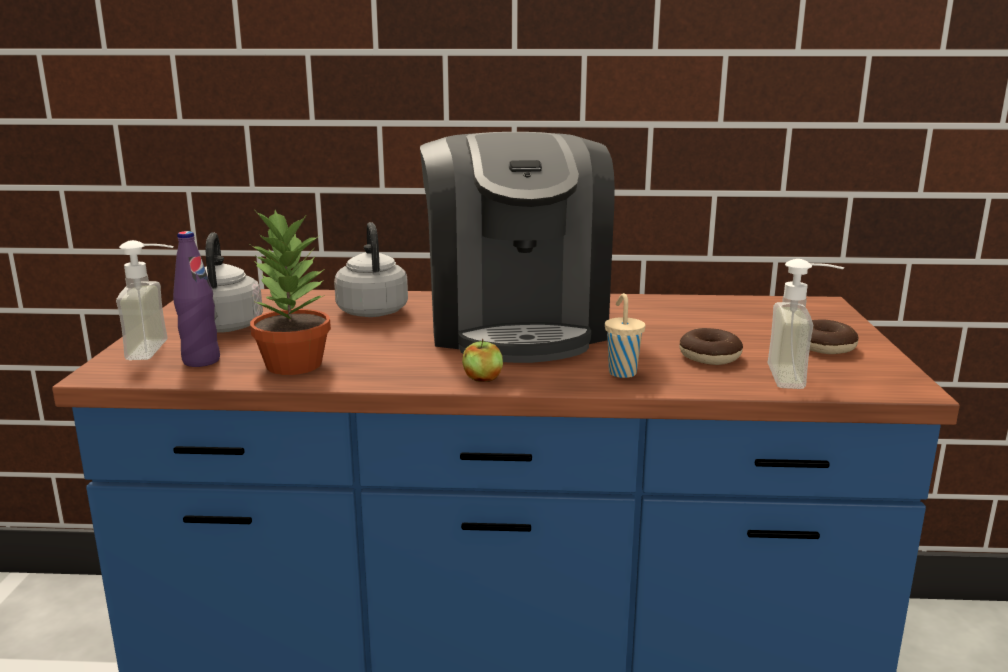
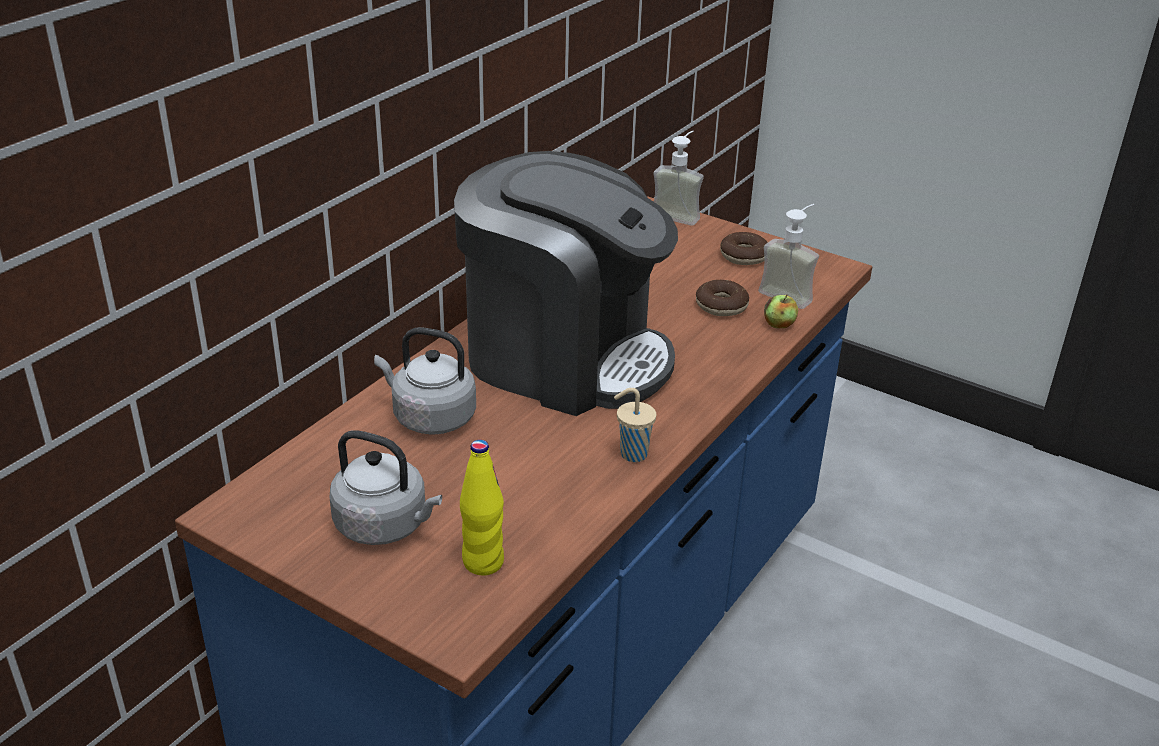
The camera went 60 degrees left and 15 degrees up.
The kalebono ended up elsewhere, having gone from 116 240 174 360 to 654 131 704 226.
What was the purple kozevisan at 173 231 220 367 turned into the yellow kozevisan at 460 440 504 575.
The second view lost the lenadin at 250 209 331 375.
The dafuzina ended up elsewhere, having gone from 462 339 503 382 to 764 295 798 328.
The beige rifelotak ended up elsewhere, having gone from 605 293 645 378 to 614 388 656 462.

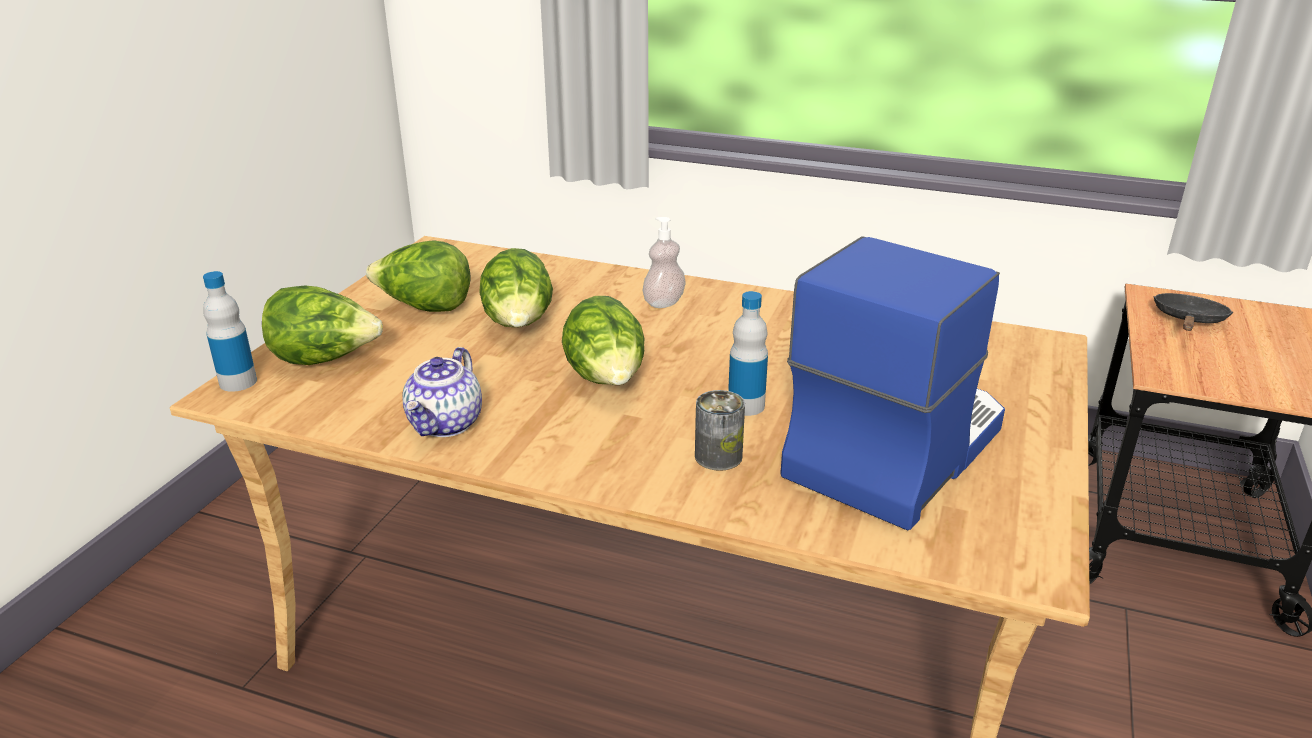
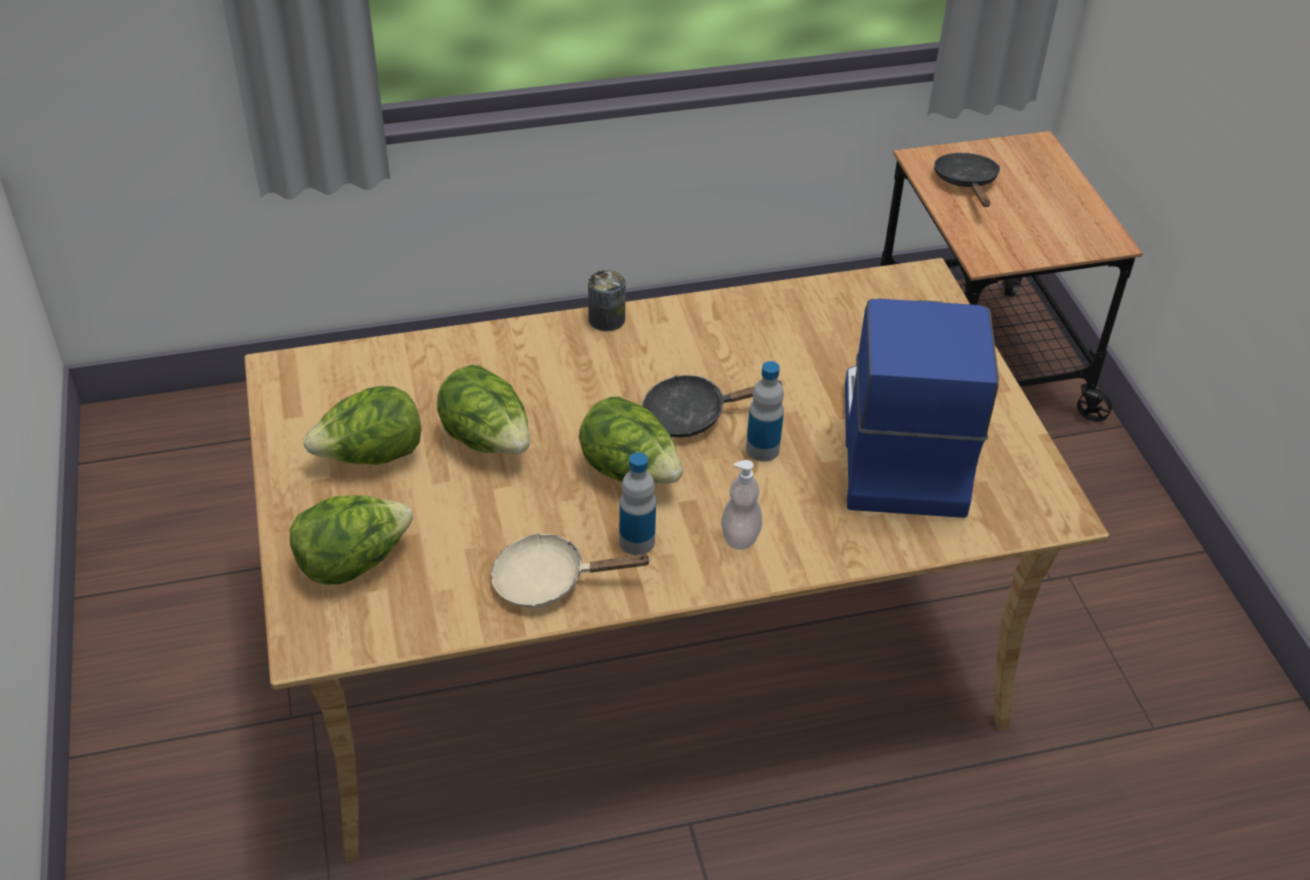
The camera went 35 degrees left and 15 degrees up.
The kozevisan ended up elsewhere, having gone from 203 271 257 392 to 619 452 656 555.
Where the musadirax stood at 402 347 482 437, the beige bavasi came to stand at 491 533 652 608.
The kalebono ended up elsewhere, having gone from 642 217 686 308 to 721 460 762 550.
The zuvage ended up elsewhere, having gone from 695 390 745 471 to 588 269 626 331.
The second view gained the black bavasi at 642 375 785 437.

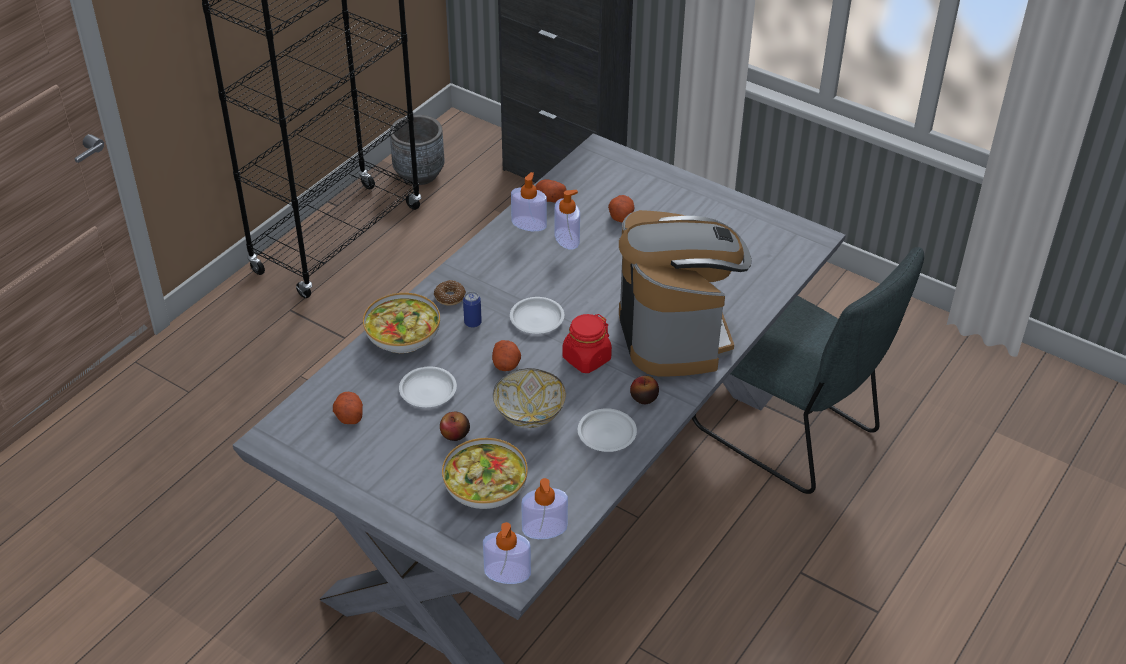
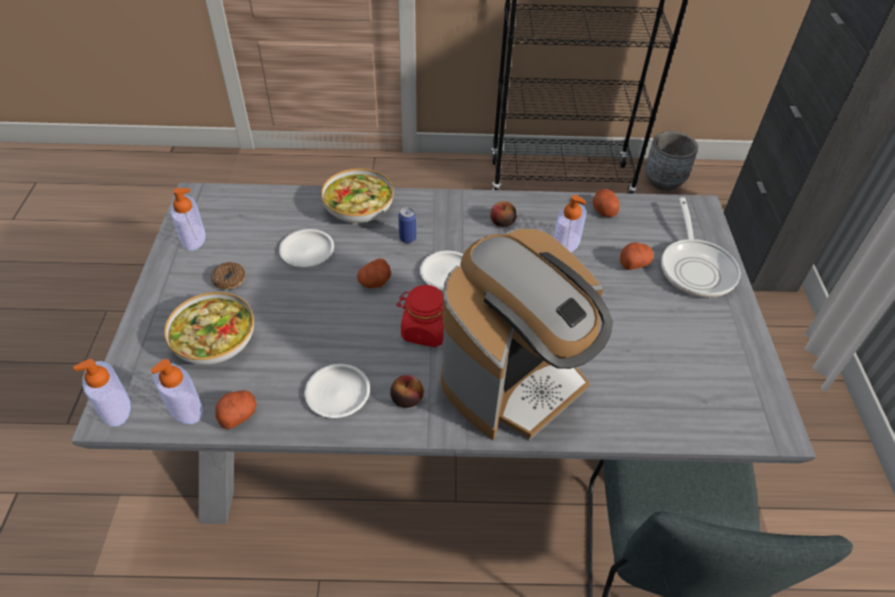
The camera went 55 degrees right and 5 degrees up.
The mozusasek ended up elsewhere, having gone from 333 392 363 424 to 215 390 257 429.
The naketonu ended up elsewhere, having gone from 434 280 466 306 to 211 262 245 290.
The dafuzina ended up elsewhere, having gone from 440 412 470 441 to 490 201 516 227.
The second view lost the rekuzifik at 493 368 566 428.
The kalebono ended up elsewhere, having gone from 511 172 547 231 to 171 188 206 251.
The second view gained the bavasi at 661 197 741 298.

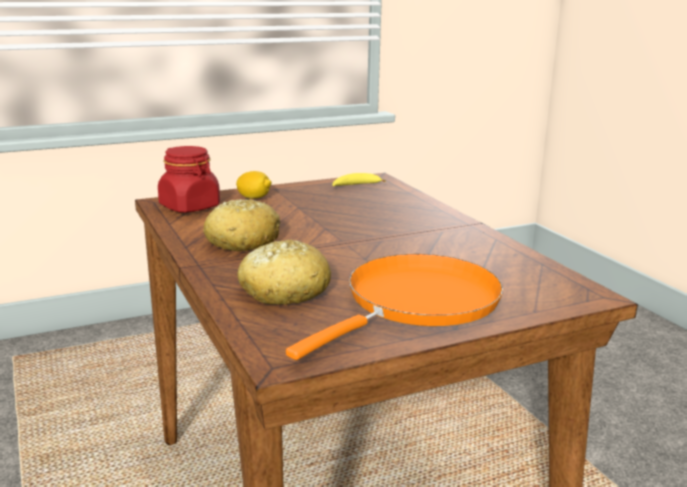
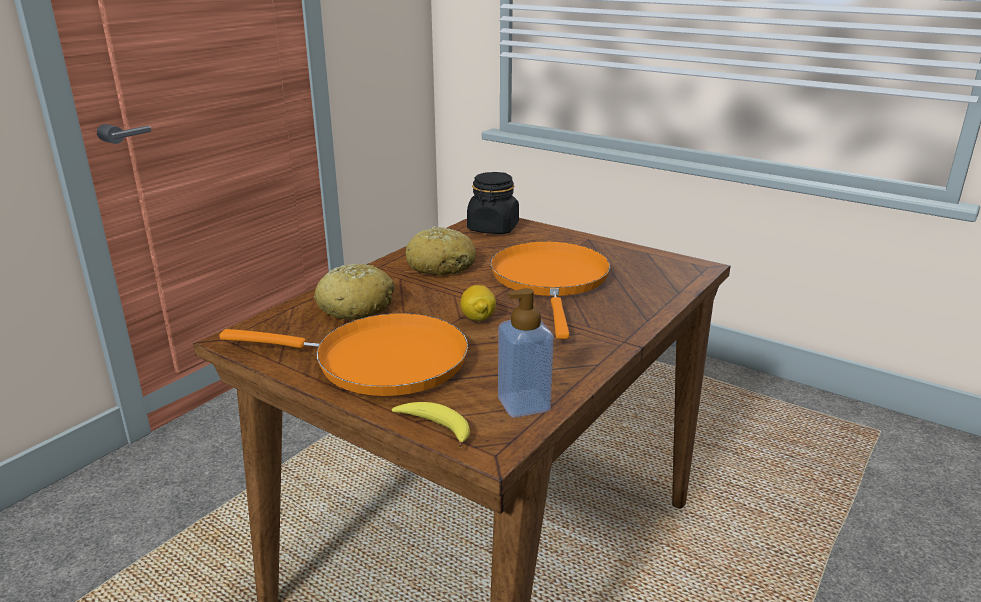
The camera went 60 degrees right and 5 degrees up.
What was the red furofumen at 158 146 220 212 turned into the black furofumen at 467 172 519 234.
The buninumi ended up elsewhere, having gone from 236 171 272 199 to 460 285 496 321.
The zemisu ended up elsewhere, having gone from 332 173 385 186 to 392 402 470 448.
The second view gained the orange bavasi at 490 241 610 339.
The second view gained the kalebono at 498 288 554 418.

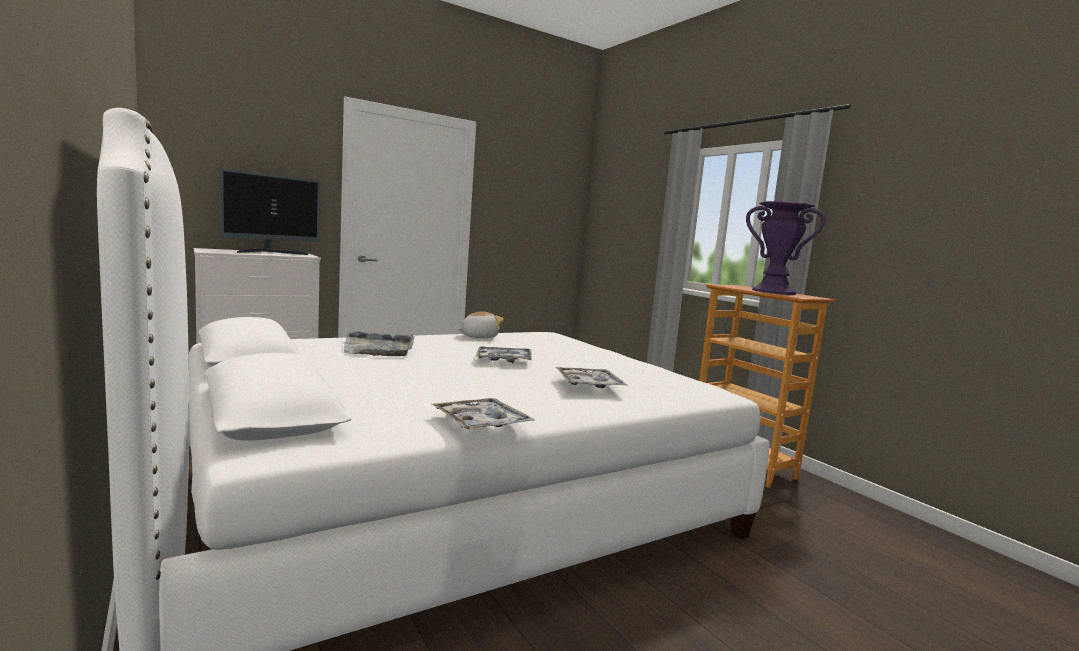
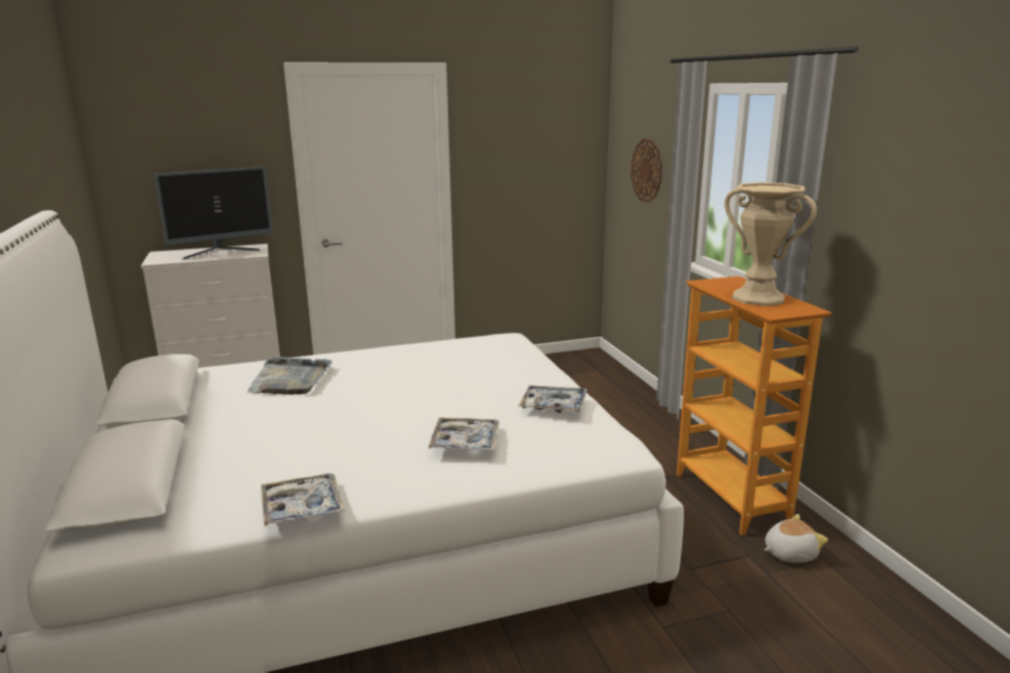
The camera went 15 degrees right and 10 degrees up.
The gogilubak ended up elsewhere, having gone from 457 311 504 338 to 764 514 828 563.
The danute ended up elsewhere, having gone from 475 346 532 363 to 518 385 587 413.
What was the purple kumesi at 746 201 826 295 turned into the beige kumesi at 724 182 817 306.
The second view gained the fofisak at 631 139 662 203.

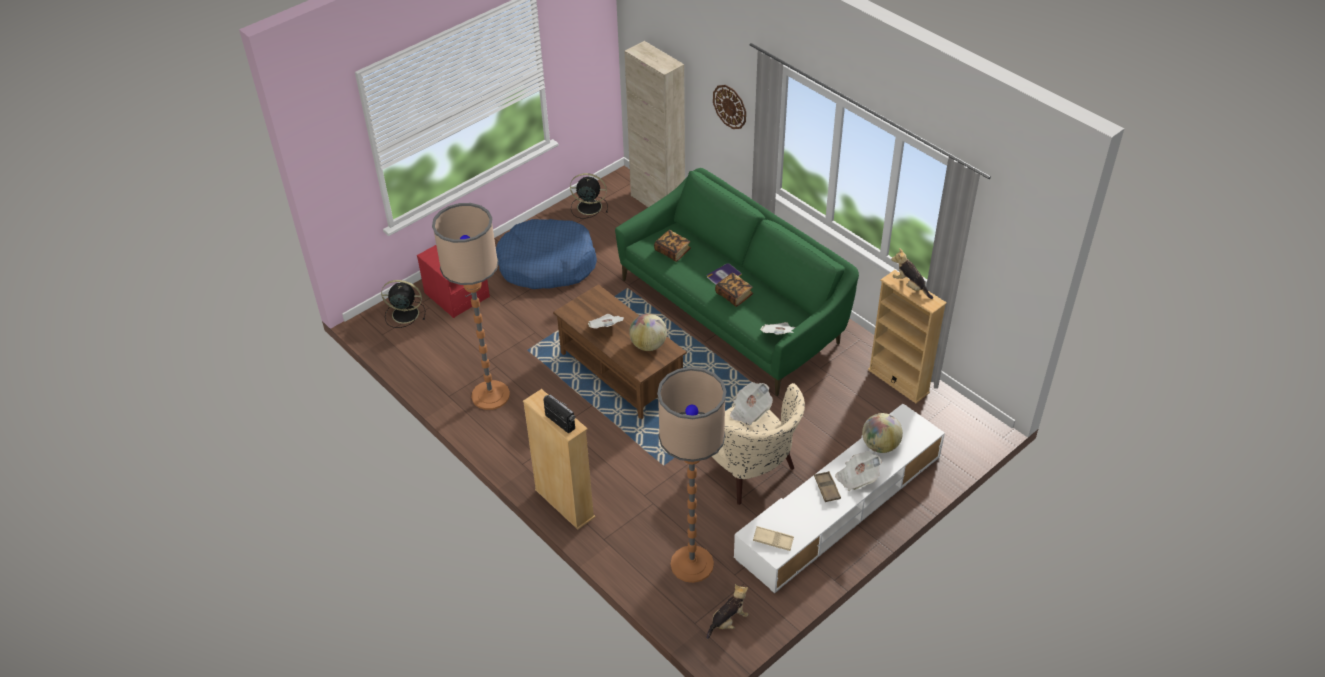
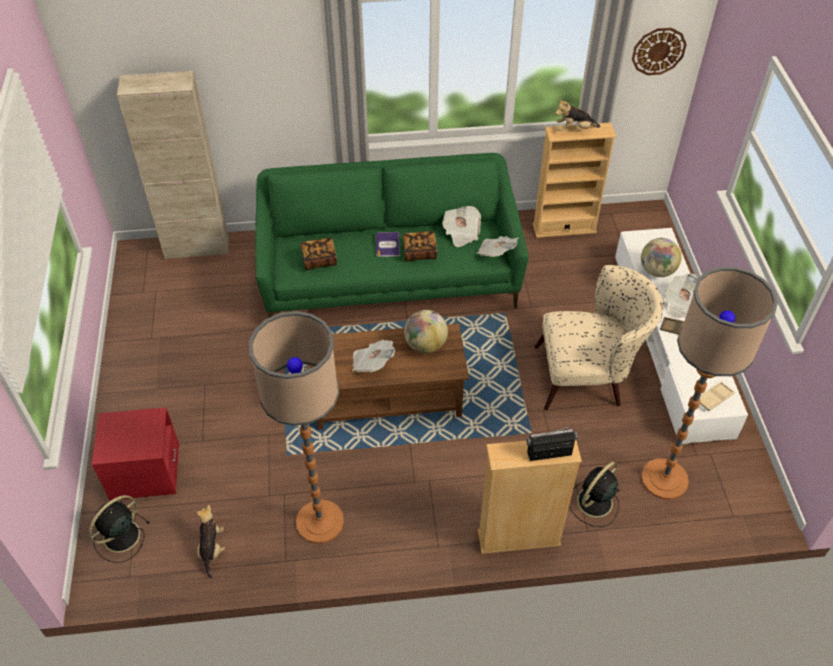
The camera went 55 degrees left and 5 degrees up.
The second view lost the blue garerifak at 496 219 597 289.
The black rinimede ended up elsewhere, having gone from 570 173 608 219 to 569 462 619 527.
The gogilubak ended up elsewhere, having gone from 707 584 749 639 to 197 505 225 579.
The fofisak ended up elsewhere, having gone from 713 85 746 129 to 632 28 687 75.
The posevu ended up elsewhere, having gone from 730 382 773 425 to 442 206 481 247.

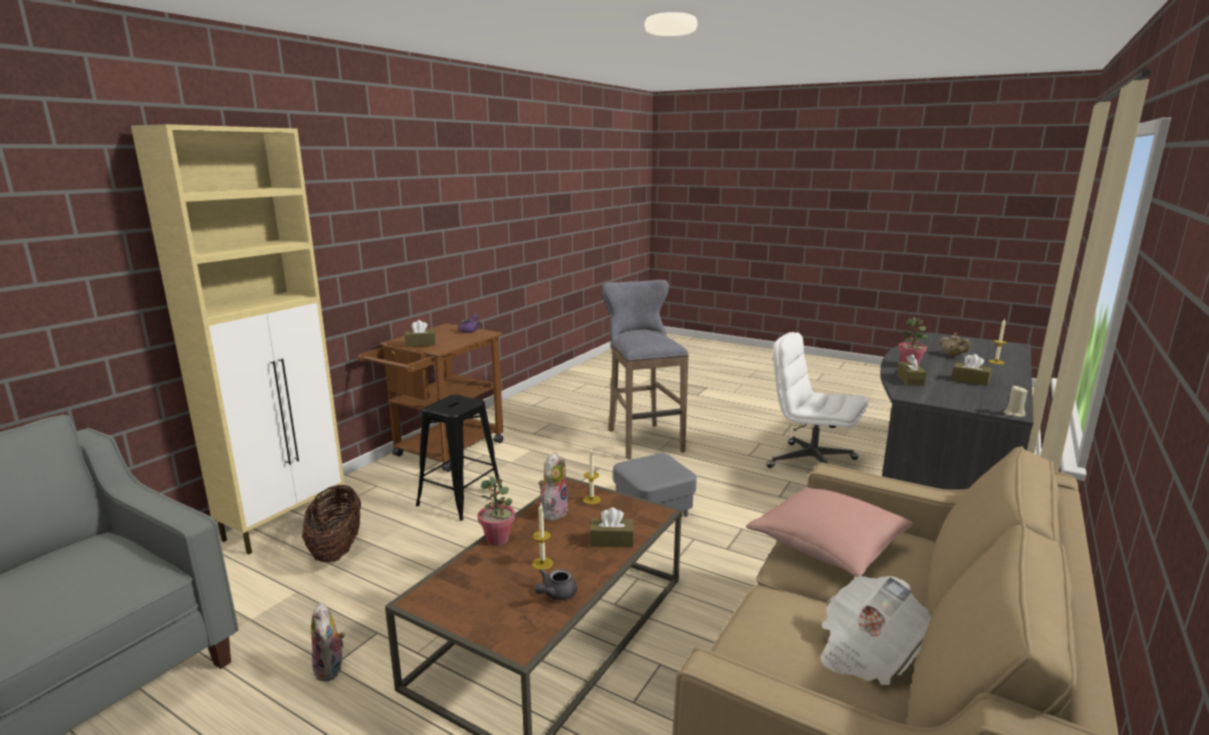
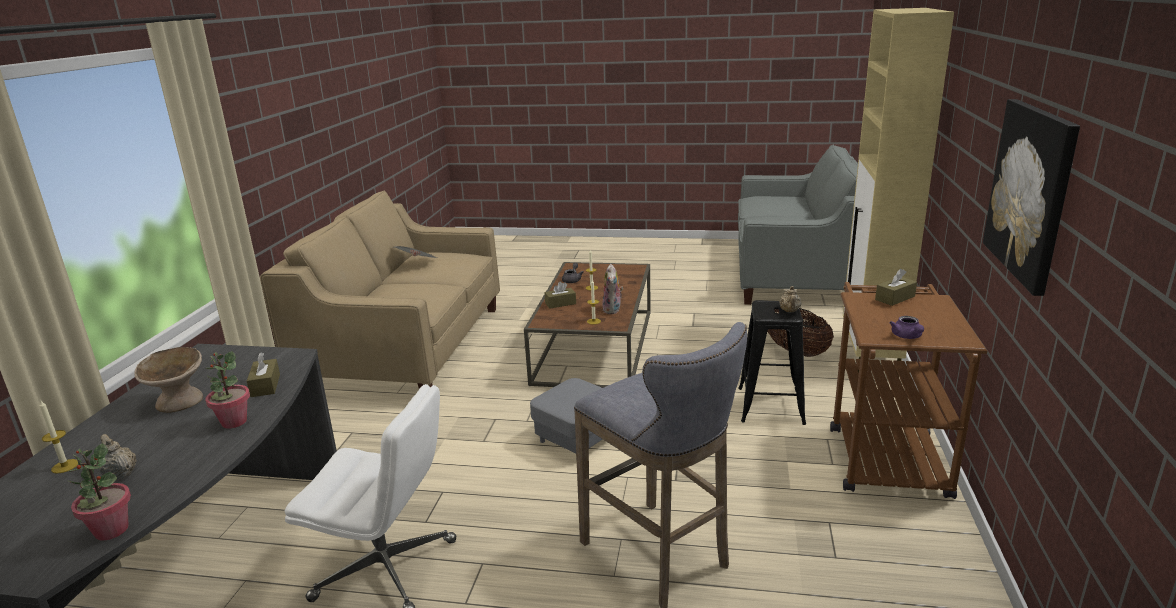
The camera went 160 degrees right and 5 degrees up.
The second view lost the gogilubak at 311 603 345 682.
The lenadin ended up elsewhere, having gone from 478 476 515 546 to 67 444 131 541.
The second view lost the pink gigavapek at 746 488 915 577.
Where the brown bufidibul stood at 951 354 992 386, the beige rekuzifik came to stand at 134 347 203 413.
The second view lost the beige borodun at 1004 386 1028 417.
The second view gained the beige musadirax at 779 286 801 313.
The second view gained the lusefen at 983 99 1080 296.

